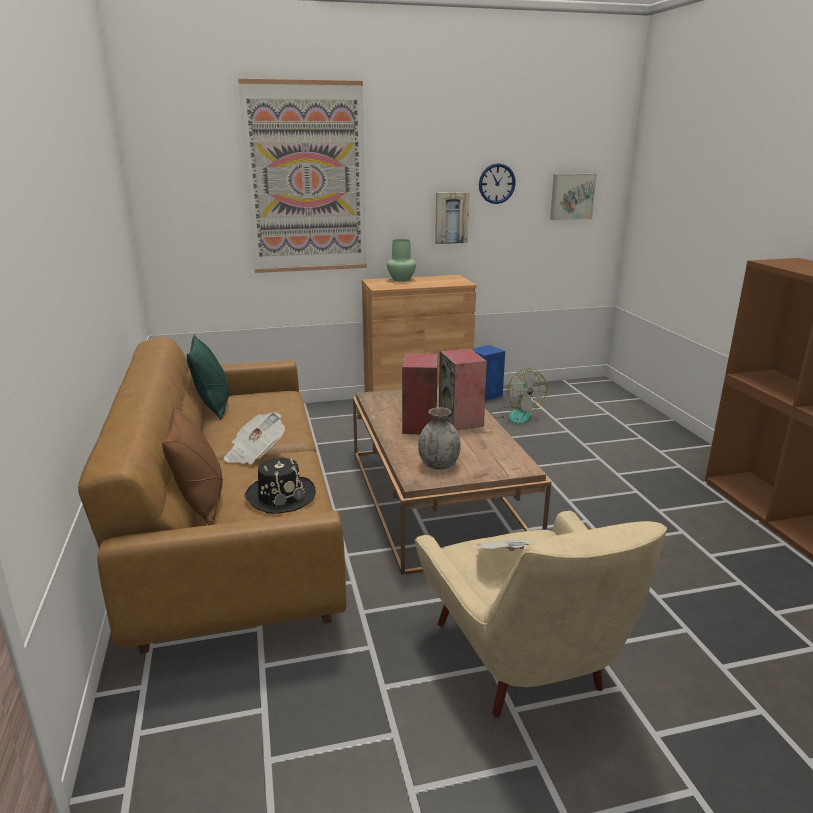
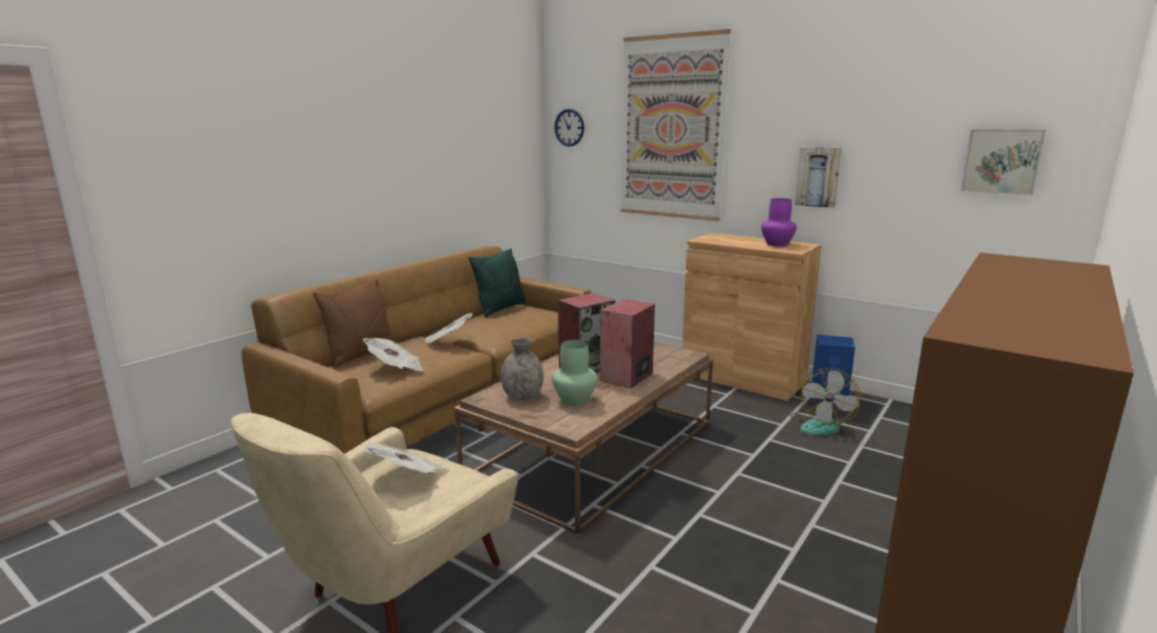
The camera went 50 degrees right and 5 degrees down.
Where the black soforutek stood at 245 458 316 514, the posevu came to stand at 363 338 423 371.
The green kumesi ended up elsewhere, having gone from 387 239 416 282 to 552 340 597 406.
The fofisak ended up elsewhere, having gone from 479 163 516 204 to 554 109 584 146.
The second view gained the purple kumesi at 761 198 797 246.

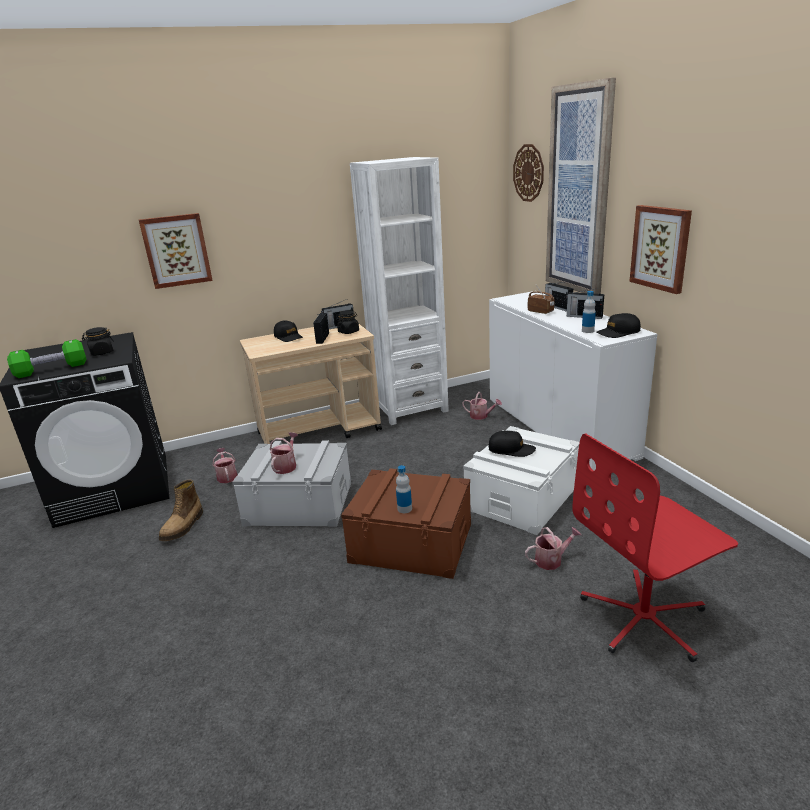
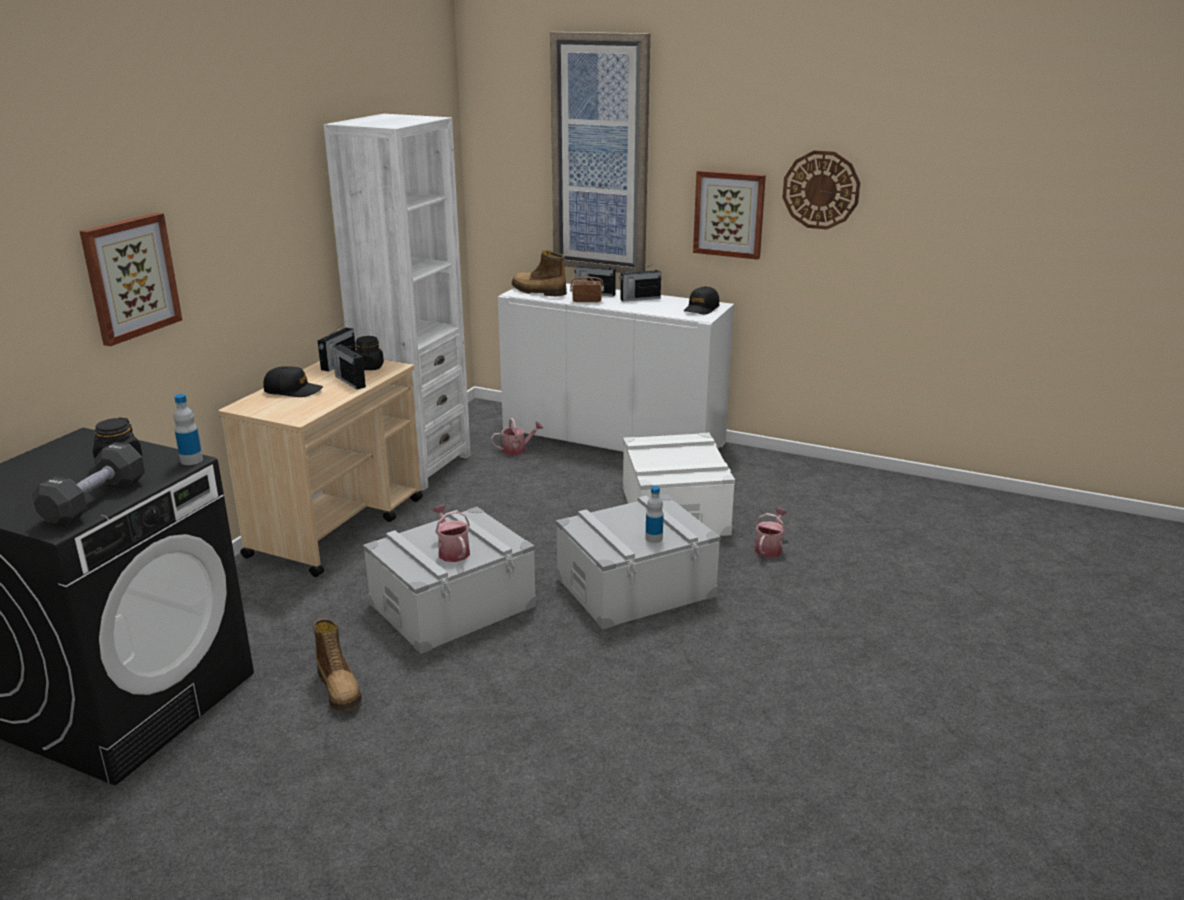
The camera went 45 degrees left and 0 degrees up.
What was the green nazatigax at 7 339 87 378 turned into the black nazatigax at 32 442 145 527.
The second view lost the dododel at 213 448 237 483.
What was the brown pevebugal at 341 468 471 579 turned into the grey pevebugal at 556 494 721 630.
The second view lost the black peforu at 489 431 536 457.
The fofisak ended up elsewhere, having gone from 513 144 544 202 to 782 150 860 230.
The second view lost the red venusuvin at 572 433 738 662.
The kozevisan ended up elsewhere, having gone from 582 291 596 333 to 173 394 203 465.
The second view gained the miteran at 512 251 567 296.

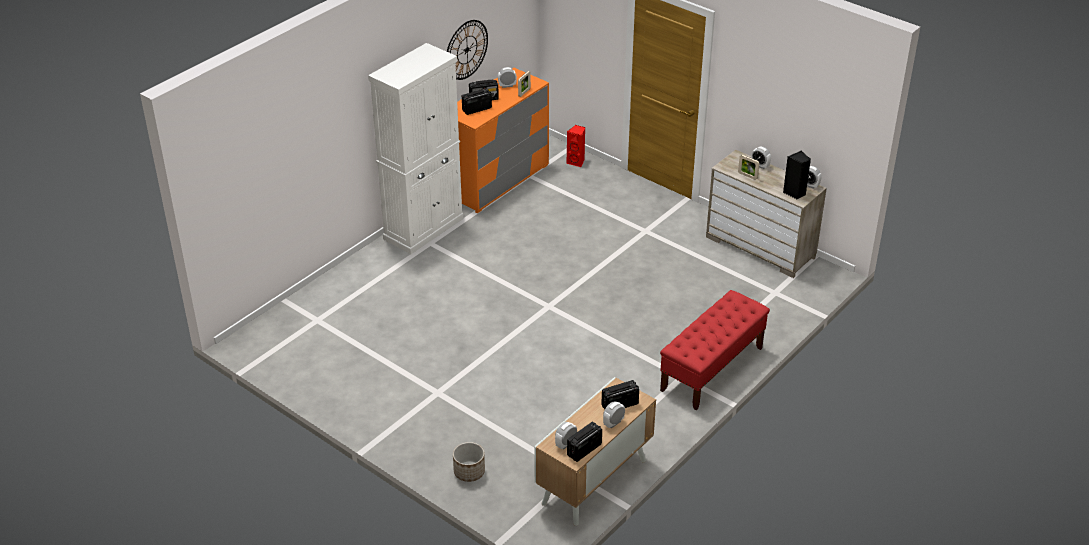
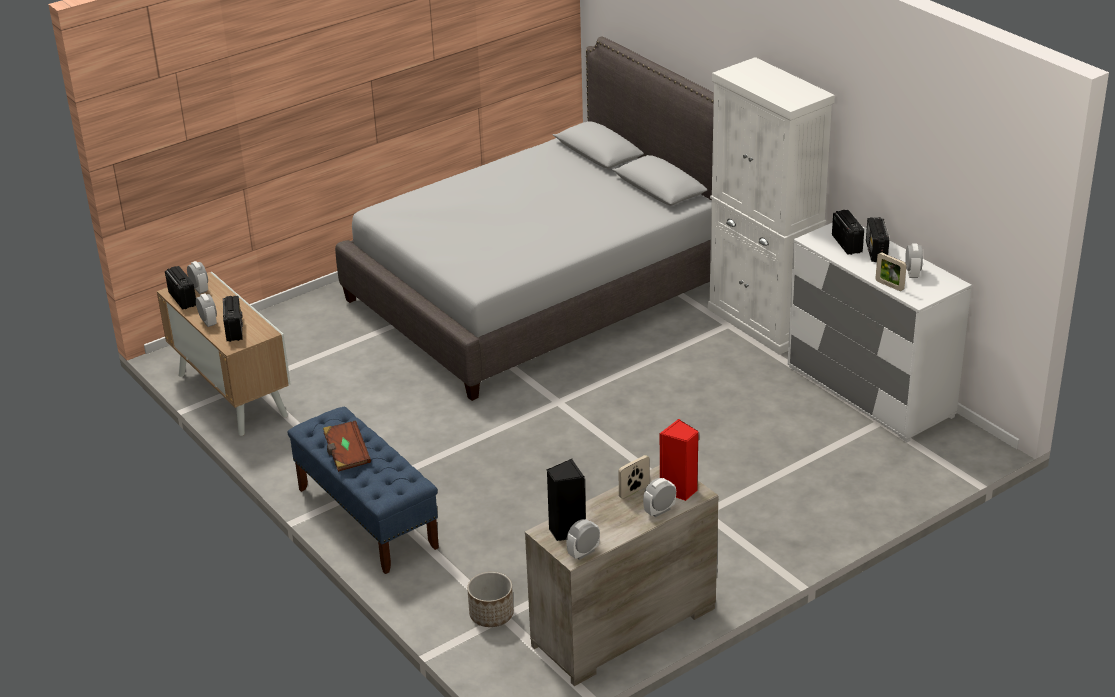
The camera went 105 degrees right and 5 degrees down.
The second view lost the fofisak at 447 20 488 80.
The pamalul ended up elsewhere, having gone from 453 442 485 482 to 467 572 514 627.
What was the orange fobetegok at 457 68 549 213 turned into the white fobetegok at 788 222 972 442.
The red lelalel ended up elsewhere, having gone from 566 125 585 167 to 659 419 699 501.
What was the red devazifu at 660 290 770 410 turned into the blue devazifu at 287 406 439 574.
The second view gained the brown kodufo at 323 421 371 472.
The second view gained the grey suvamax at 335 36 714 401.

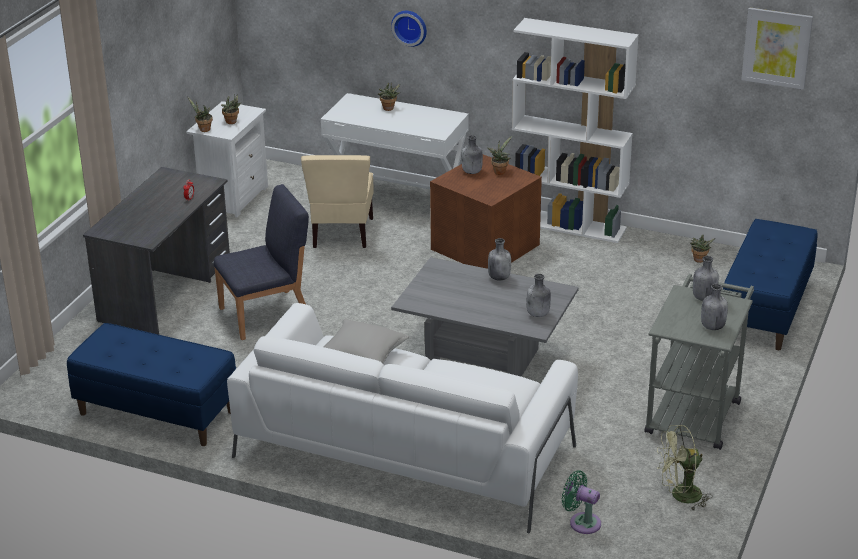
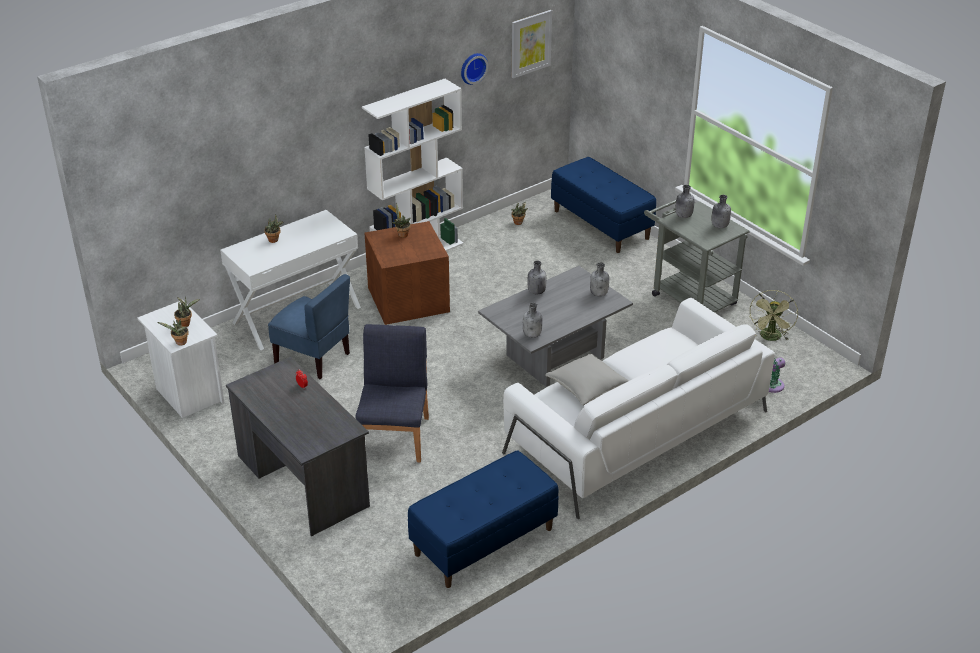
The camera went 60 degrees left and 5 degrees up.
What was the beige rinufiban at 301 155 374 248 turned into the blue rinufiban at 268 274 350 379.
The fofisak ended up elsewhere, having gone from 391 11 427 47 to 461 53 488 85.
The grey kozevisan ended up elsewhere, having gone from 462 135 483 174 to 523 302 543 338.

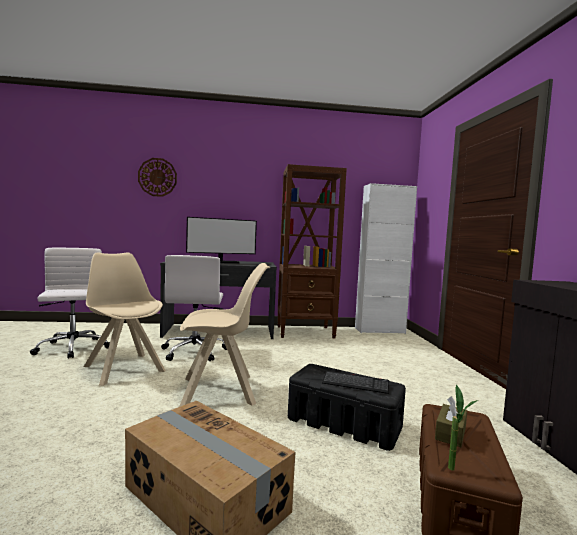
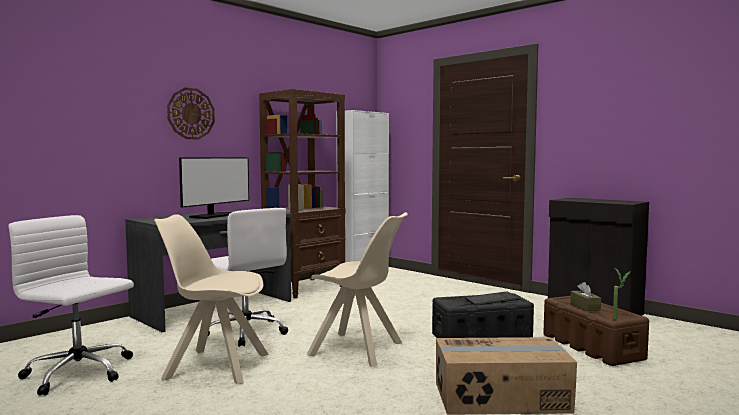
The camera went 40 degrees left and 0 degrees up.
The fofisak ended up elsewhere, having gone from 138 158 177 197 to 167 88 215 140.
The beige rinufiban at 179 263 270 407 ended up facing another way, 75 degrees clockwise from before.

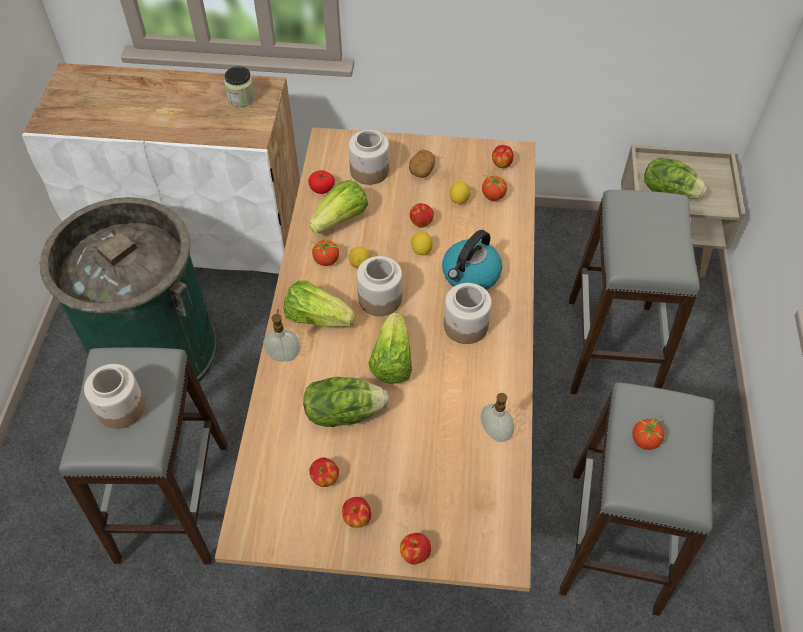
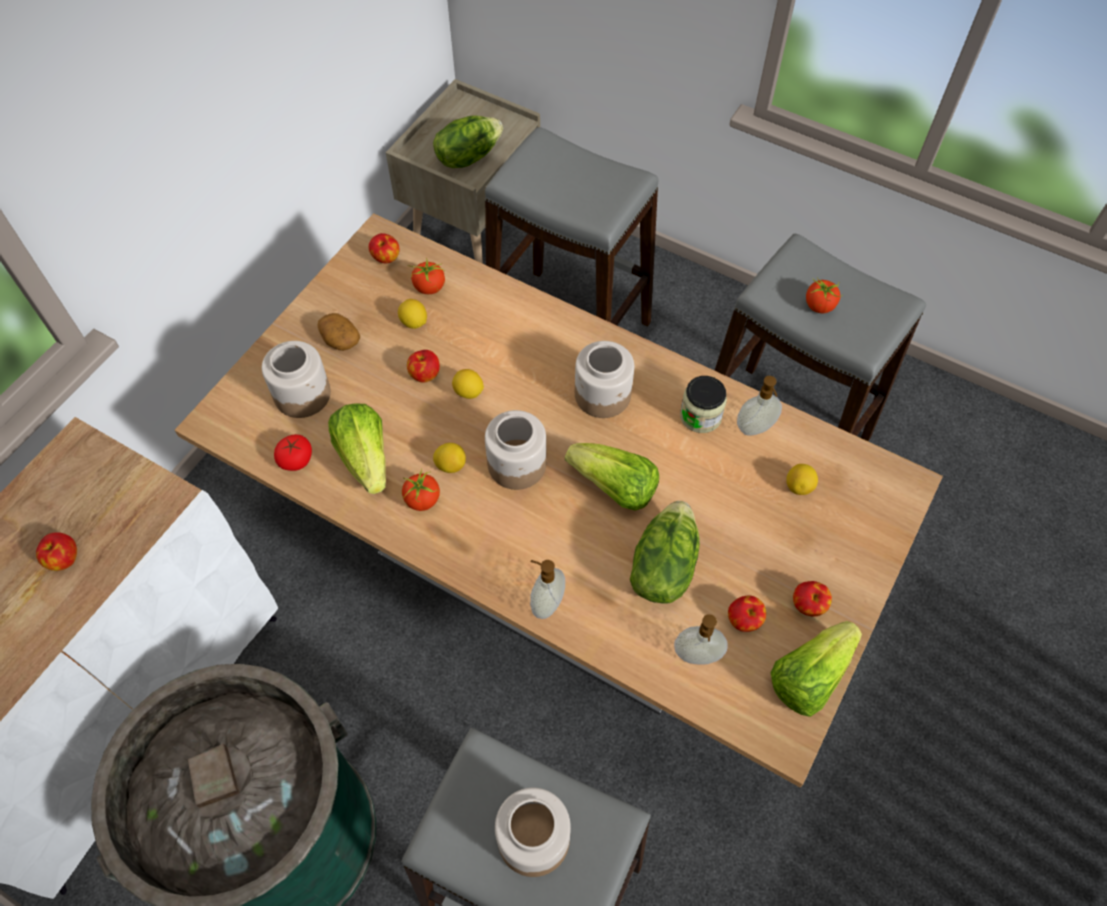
The camera went 65 degrees left and 5 degrees up.
The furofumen ended up elsewhere, having gone from 224 66 256 107 to 680 376 727 433.
The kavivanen ended up elsewhere, having gone from 284 280 356 327 to 771 621 862 717.
The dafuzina ended up elsewhere, having gone from 400 533 431 565 to 36 532 77 571.
The second view lost the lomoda at 442 230 502 290.
The second view gained the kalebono at 674 614 728 665.
The second view gained the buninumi at 786 464 818 495.

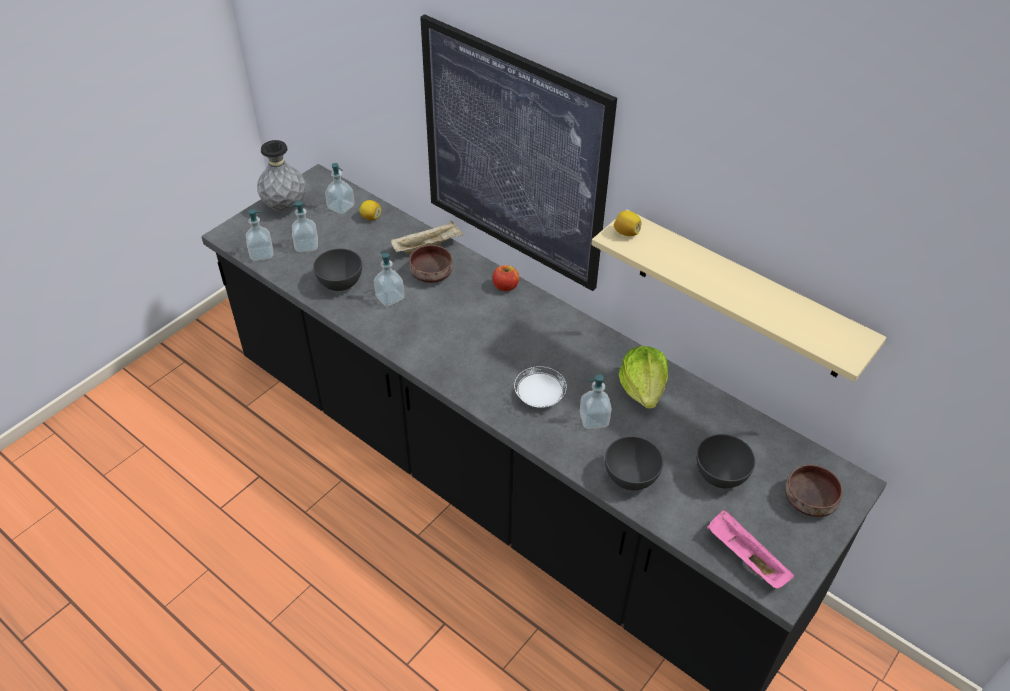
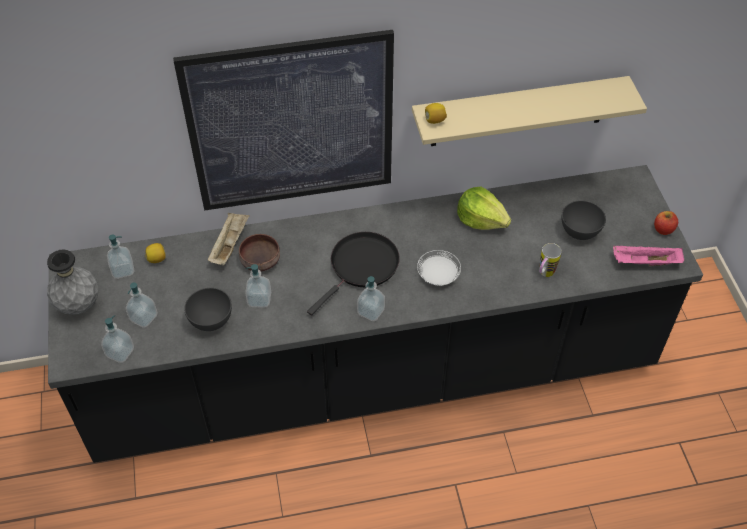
The camera went 50 degrees left and 5 degrees up.
The dafuzina ended up elsewhere, having gone from 492 265 519 291 to 654 211 678 235.
The kalebono ended up elsewhere, having gone from 580 374 612 429 to 357 276 385 321.
Where the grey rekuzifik stood at 605 436 663 490, the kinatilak came to stand at 539 243 562 277.
The second view lost the brown rekuzifik at 785 465 843 517.
The second view gained the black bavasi at 307 232 400 315.

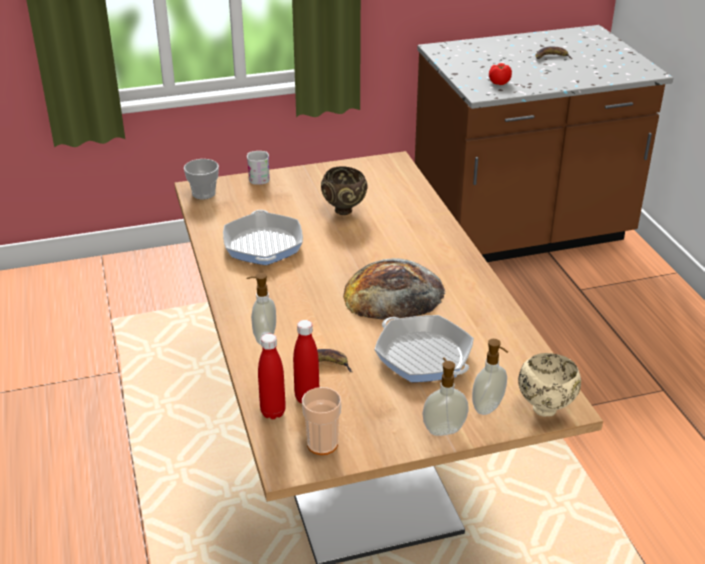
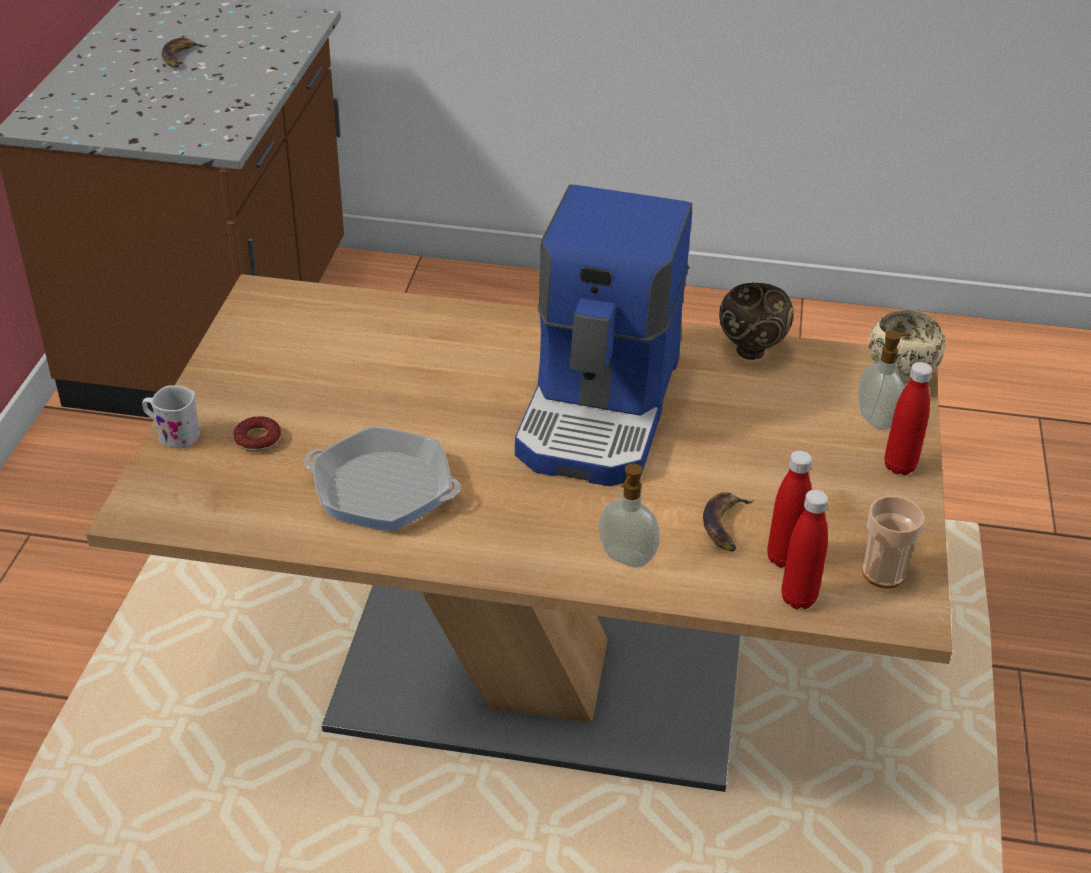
The camera went 65 degrees left and 5 degrees up.
The second view lost the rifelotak at 184 159 219 200.
The brown rekuzifik ended up elsewhere, having gone from 321 166 368 215 to 719 283 794 360.
Where the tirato stood at 343 258 445 319, the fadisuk came to stand at 515 184 692 486.
The second view lost the bavasi at 374 315 474 382.
Where the kalebono stood at 422 357 469 436, the red kozevisan came to stand at 884 362 933 475.
The second view lost the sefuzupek at 489 63 512 85.
The second view gained the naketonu at 234 416 281 452.

